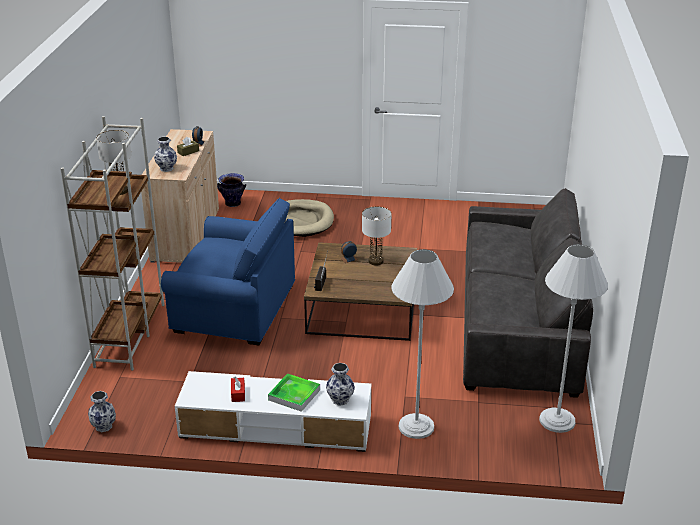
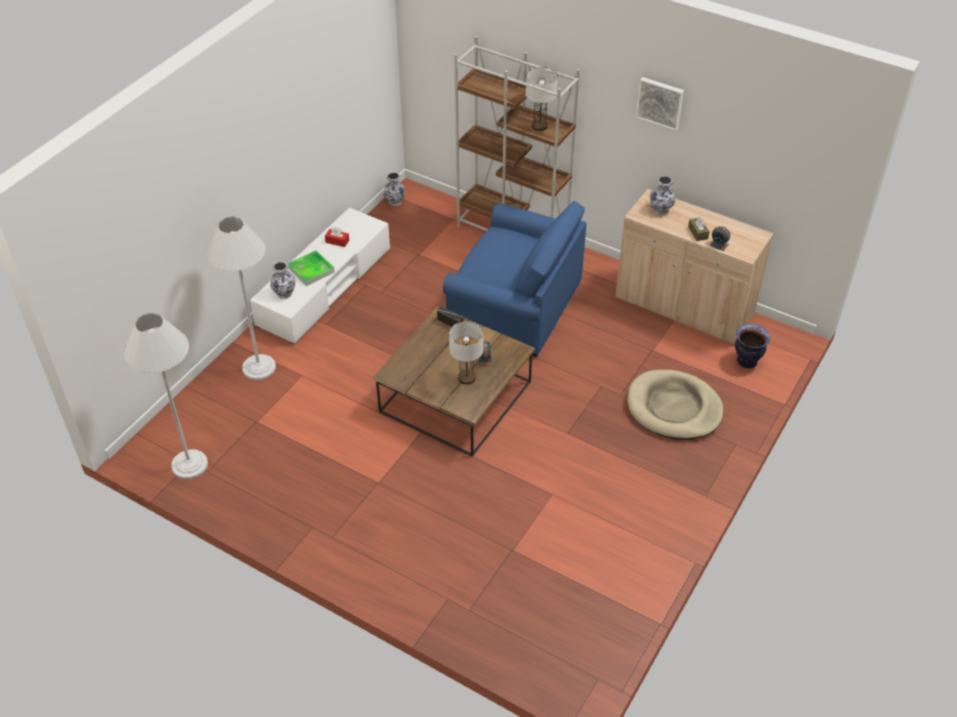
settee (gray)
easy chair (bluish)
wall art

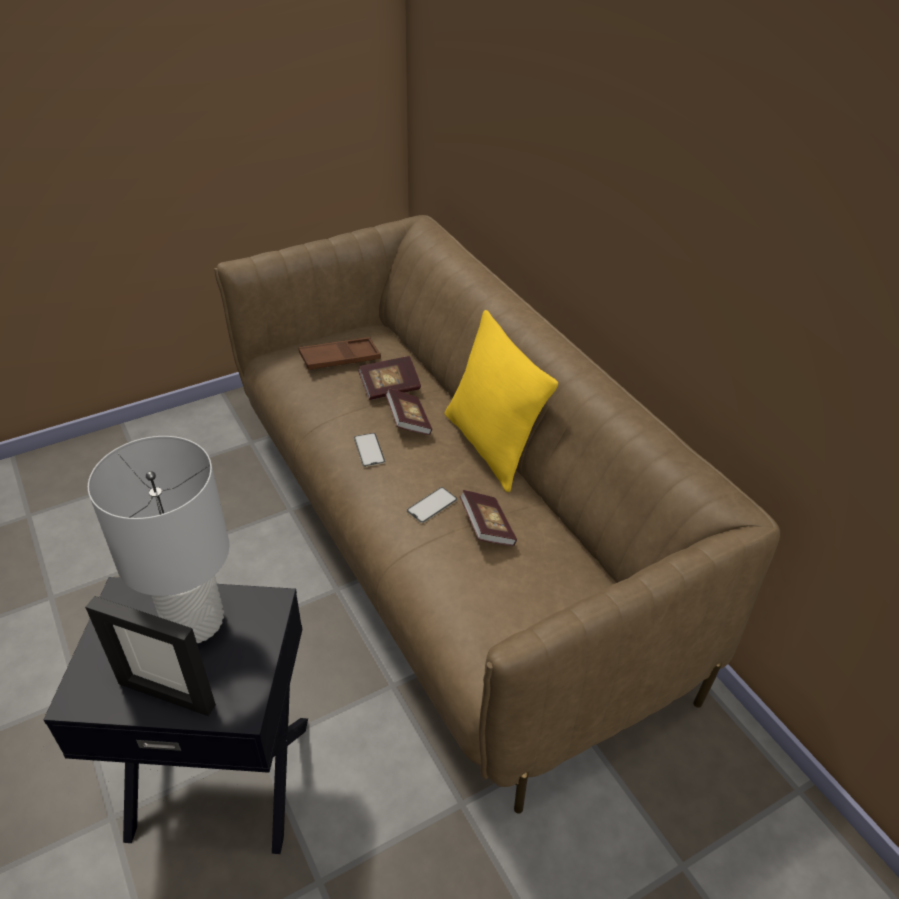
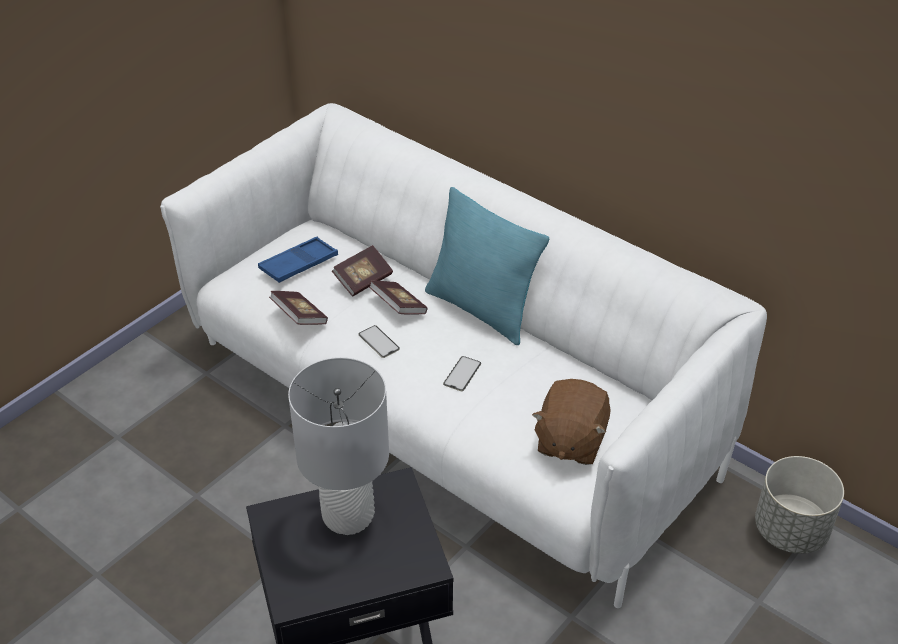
settee (whitish)
cushion (turquoise-coloured)
serving tray (bluish)
bound book (no. 1 from left)
picture frame
plush toy (brown)
plant pot (gray)

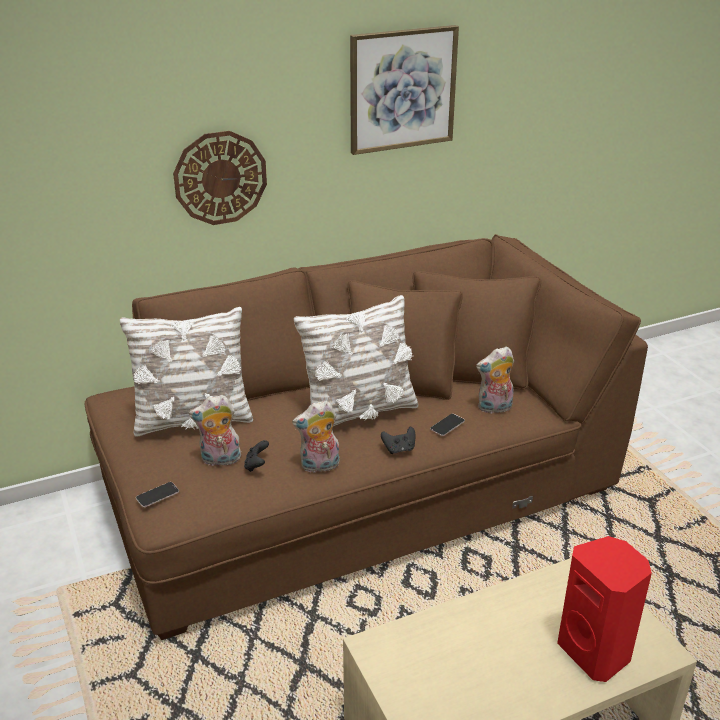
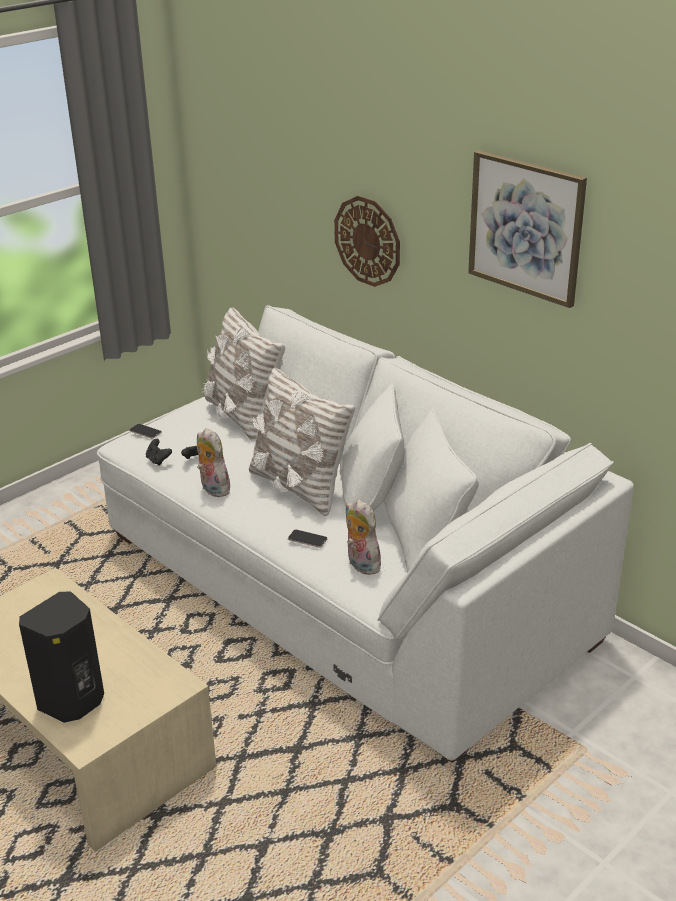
settee (whitish)
plush toy (no. 1 from left in the first image)
joypad (black) (no. 1 from left)
loudspeaker (black)

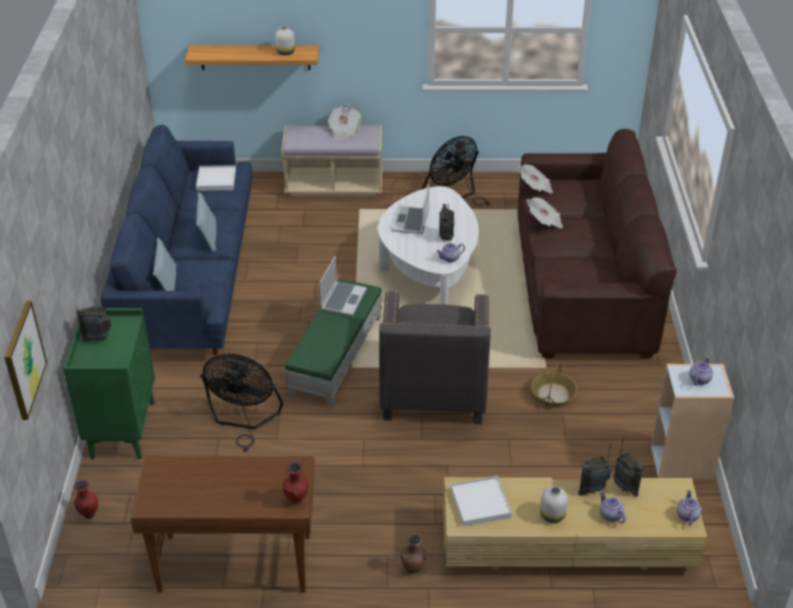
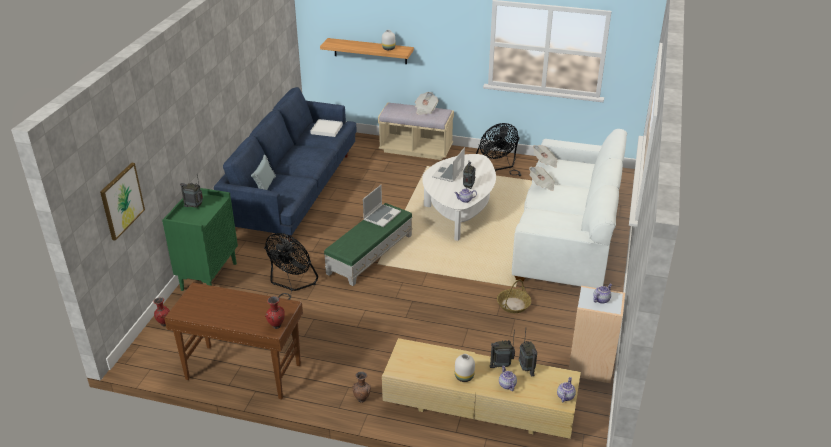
settee (whitish)
cushion (bluish) (no. 2 from left in the first image)
easy chair (gray)
serving tray (whitish) (no. 2 from left in the first image)

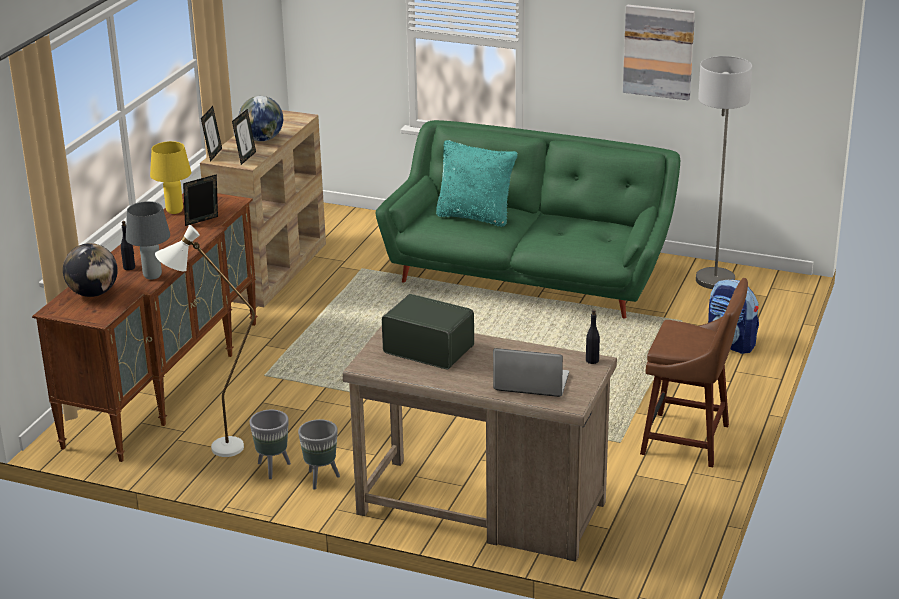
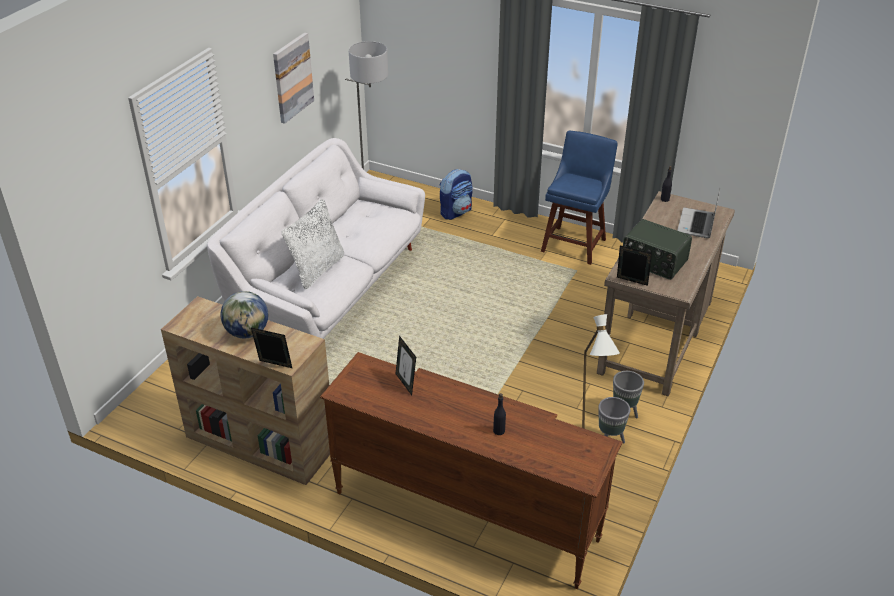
picture frame (no. 3 from left)
settee (whitish)
cushion (whitish)
tabletop lamp (yellowish)
tabletop lamp (gray)
world globe (no. 1 from left in the first image)
upright chair (bluish)
radio

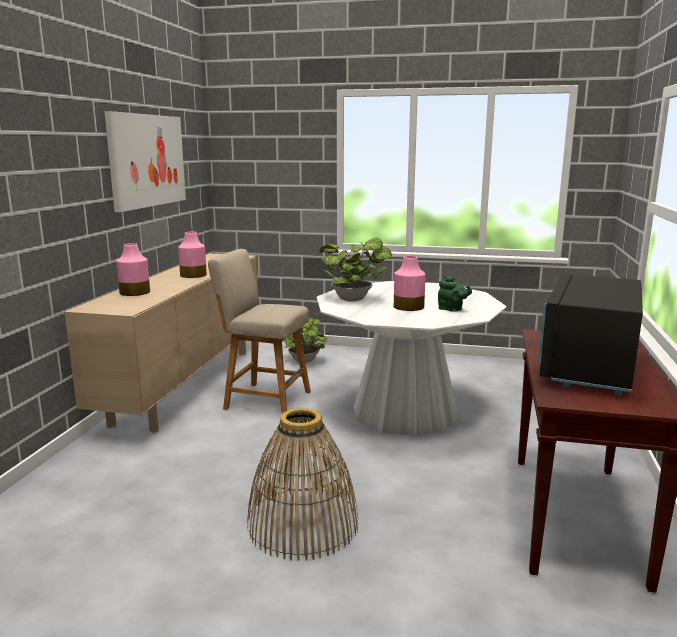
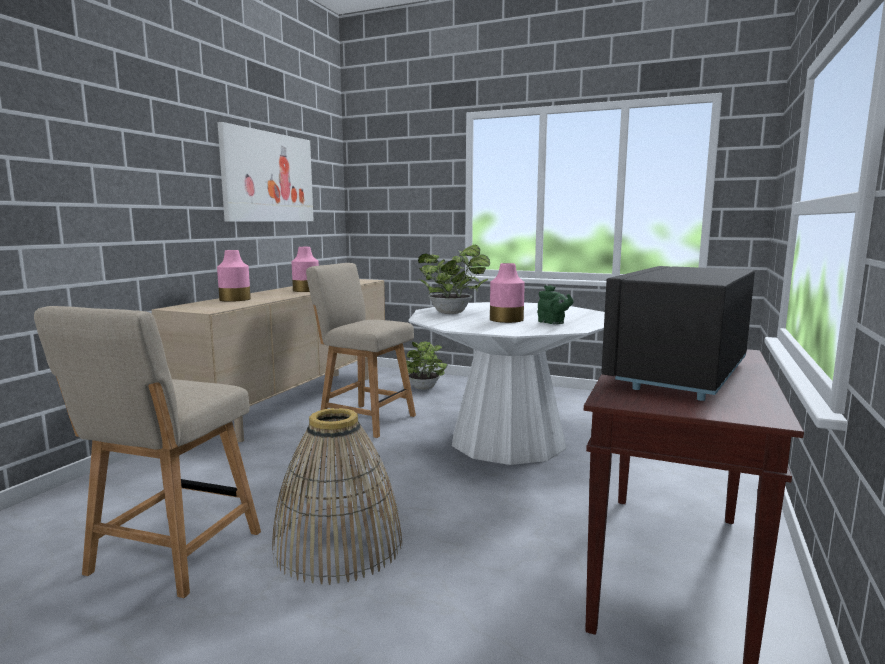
upright chair (beige-coloured) (no. 1 from left)

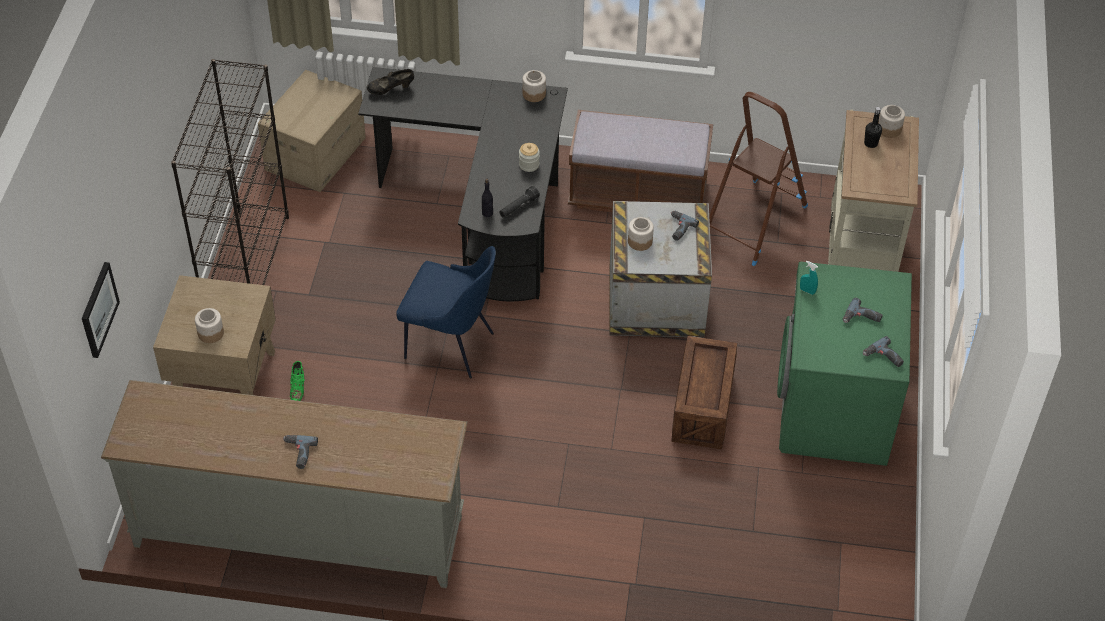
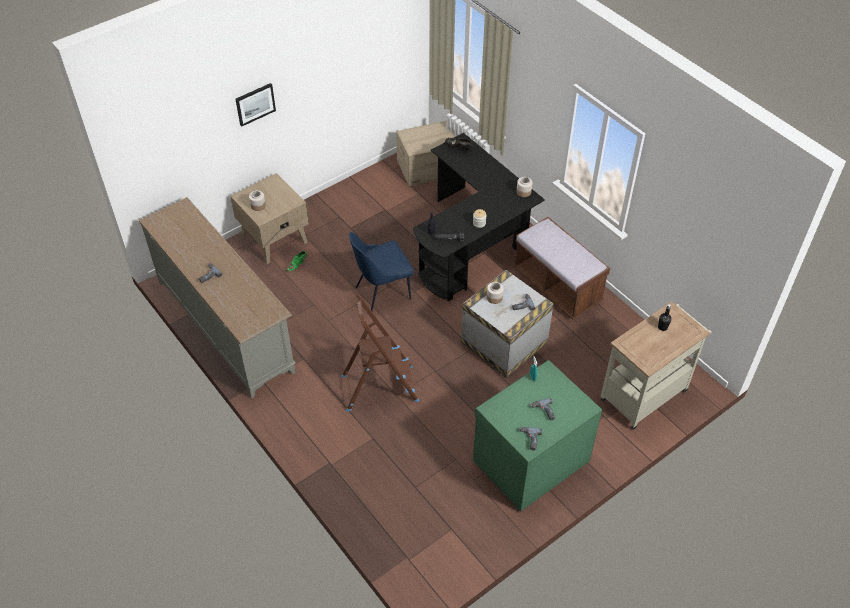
shelving unit (black)
step stool (brown)
jar (no. 5 from left in the first image)
upright chair (bluish)
wall art
shipping crate (no. 2 from left in the first image)

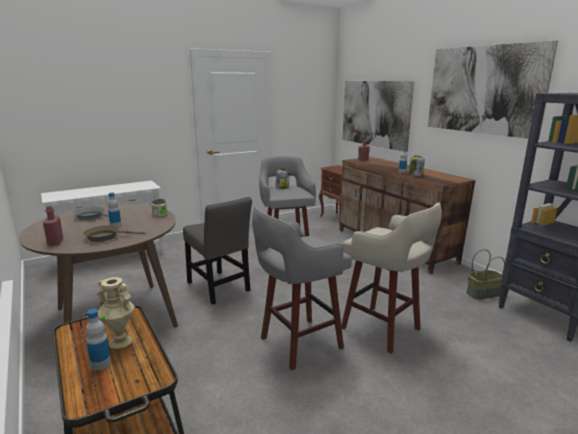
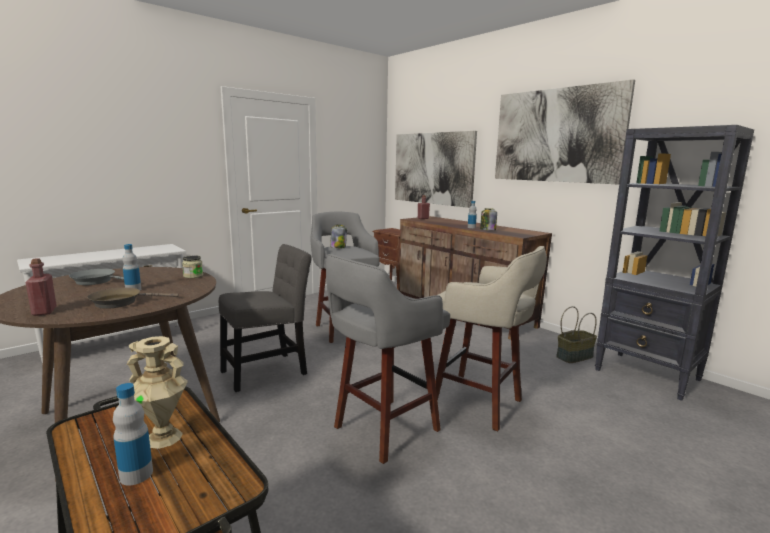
upright chair (gray)

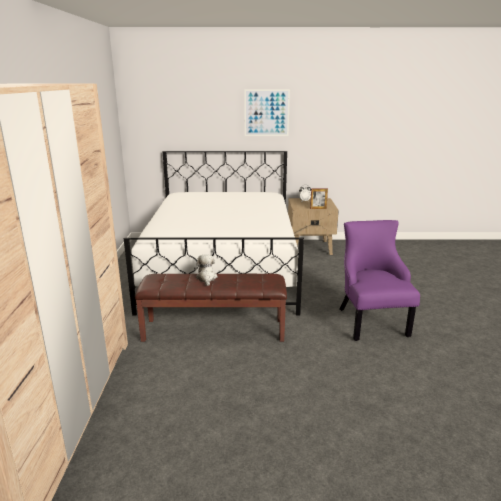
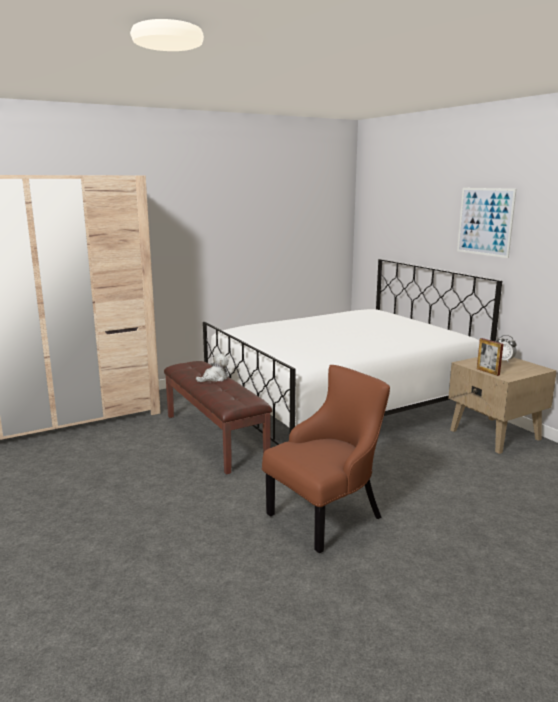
upright chair (brown)

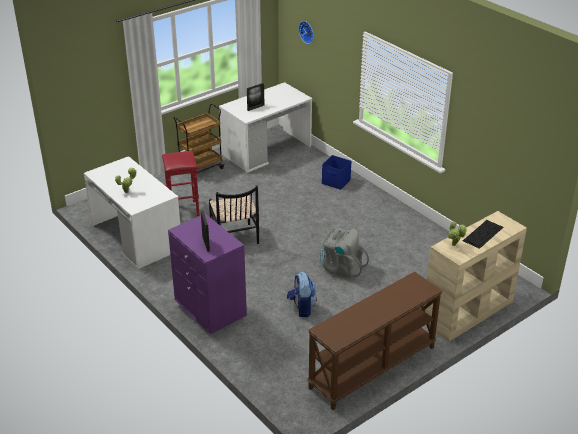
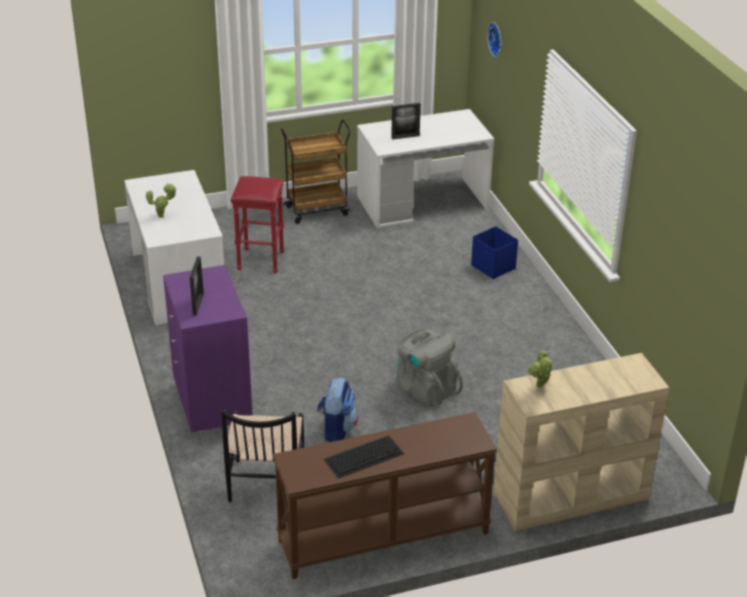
upright chair (black)
keyboard

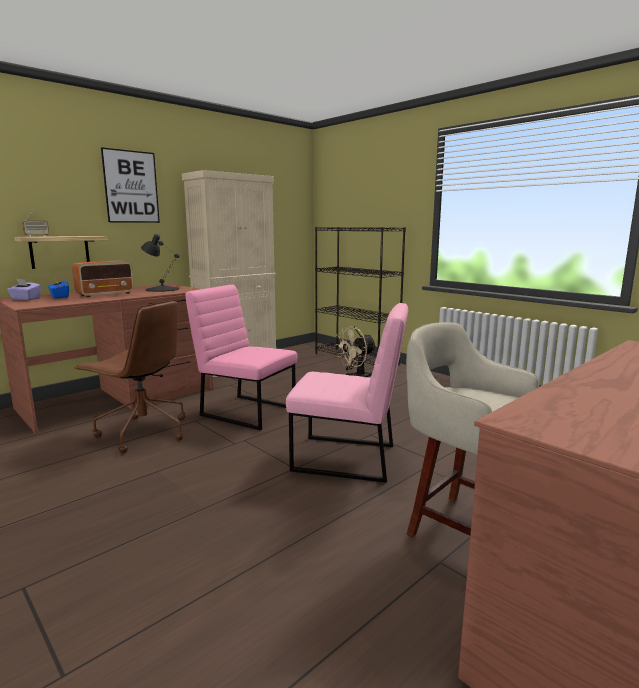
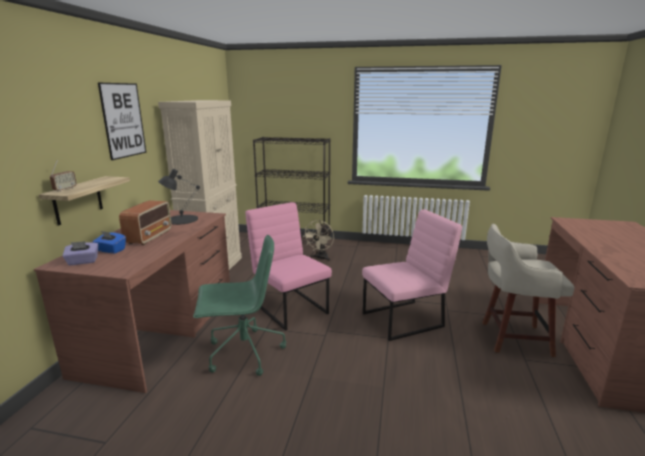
upright chair (pinkish) (no. 1 from left)
desk chair (greenish)

